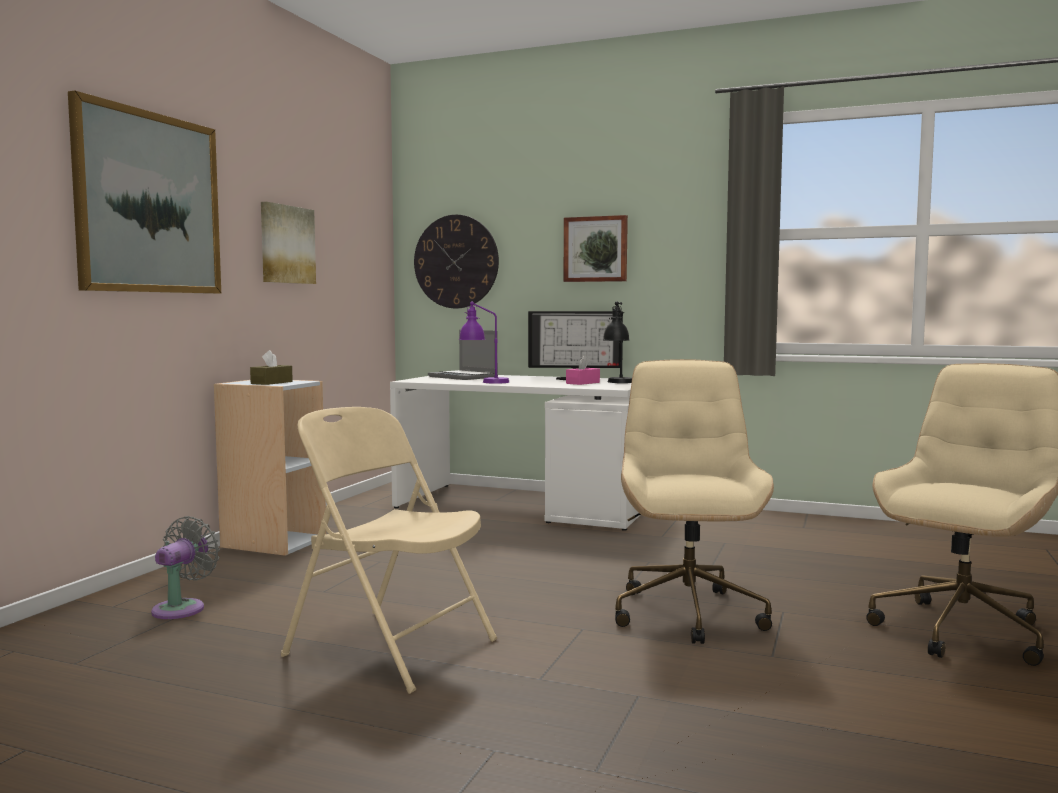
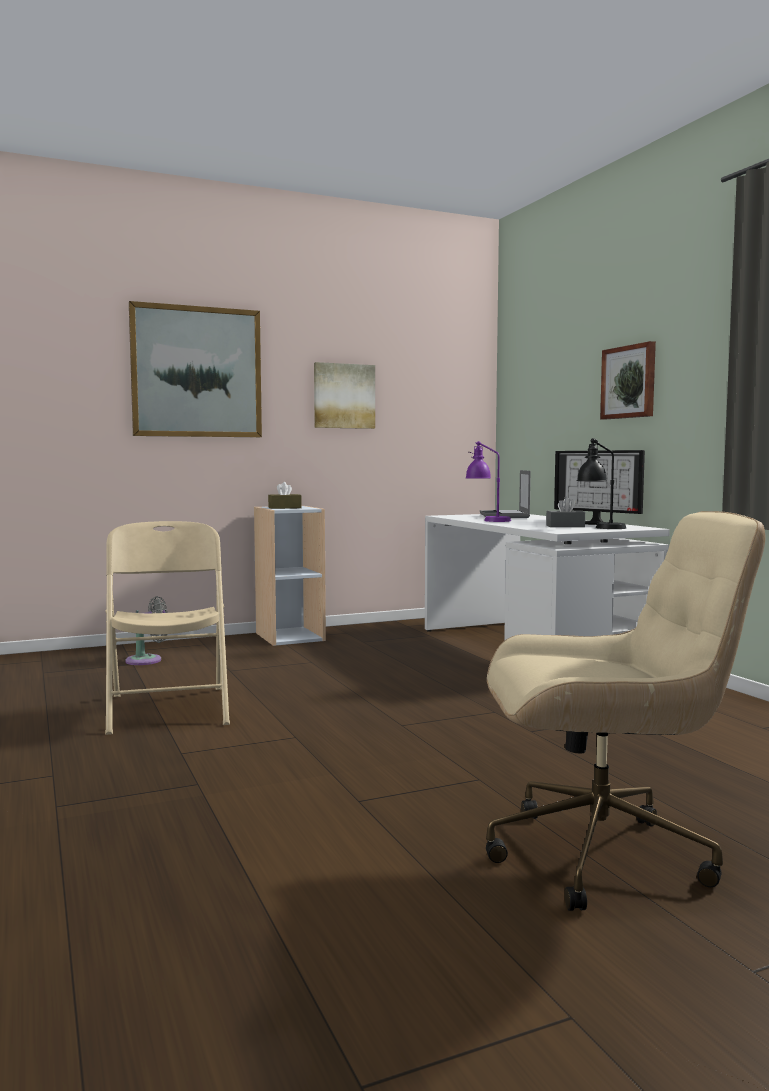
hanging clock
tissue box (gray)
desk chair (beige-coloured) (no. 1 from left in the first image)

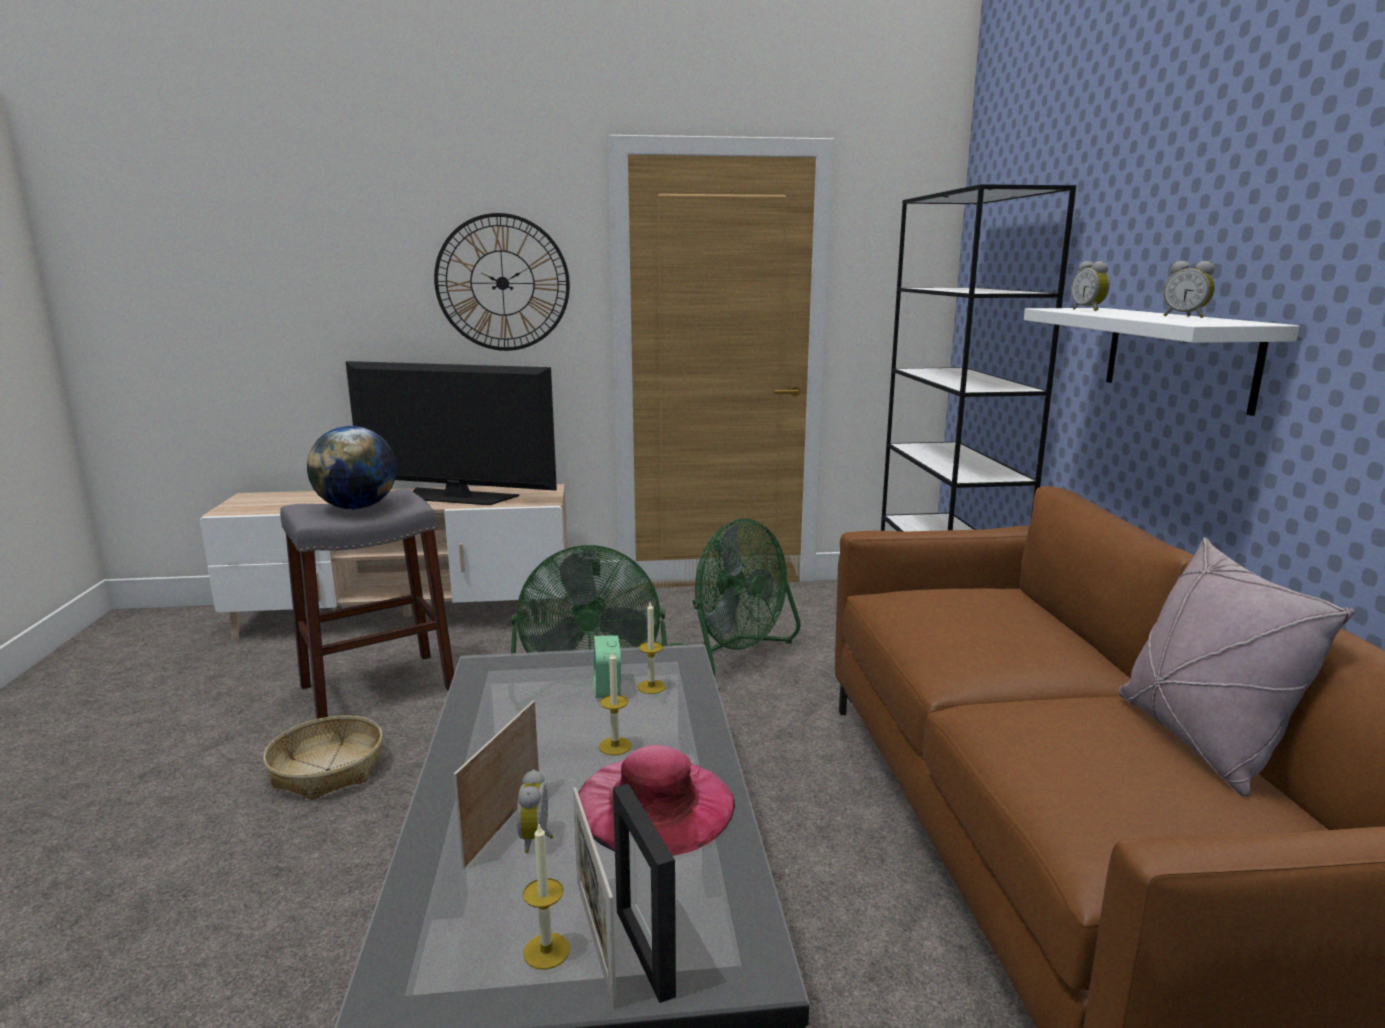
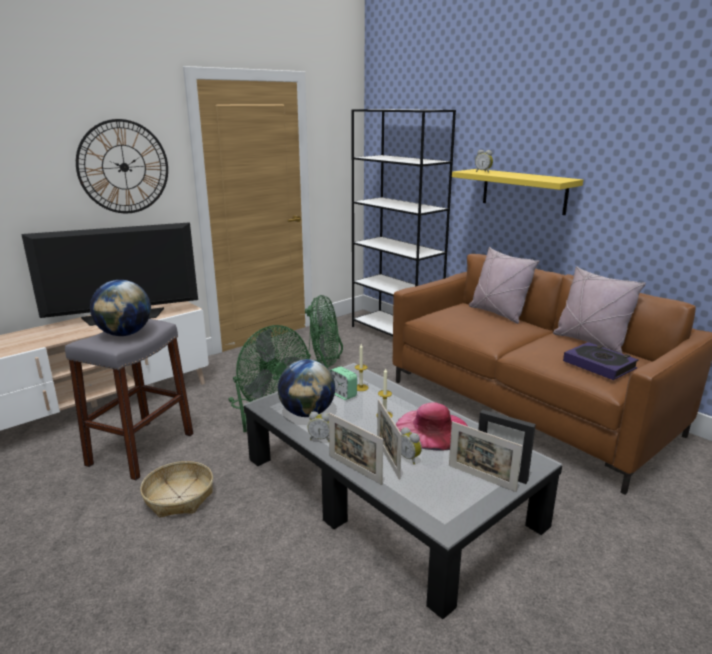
table clock (no. 1 from left)
bracket shelf (yellowish)
candle (no. 1 from left in the first image)
cushion (purple) (no. 1 from left)
bound book
world globe (no. 2 from left)
picture frame (no. 1 from left)

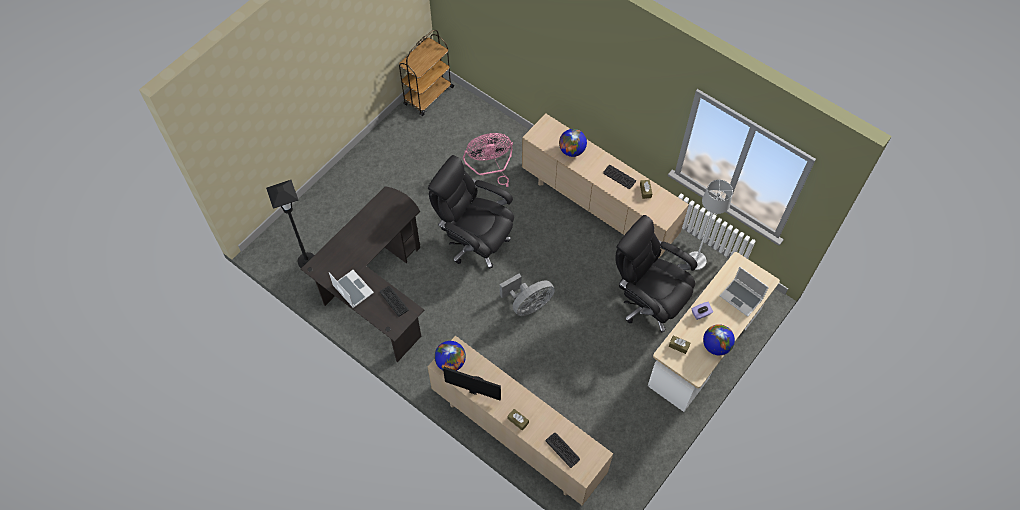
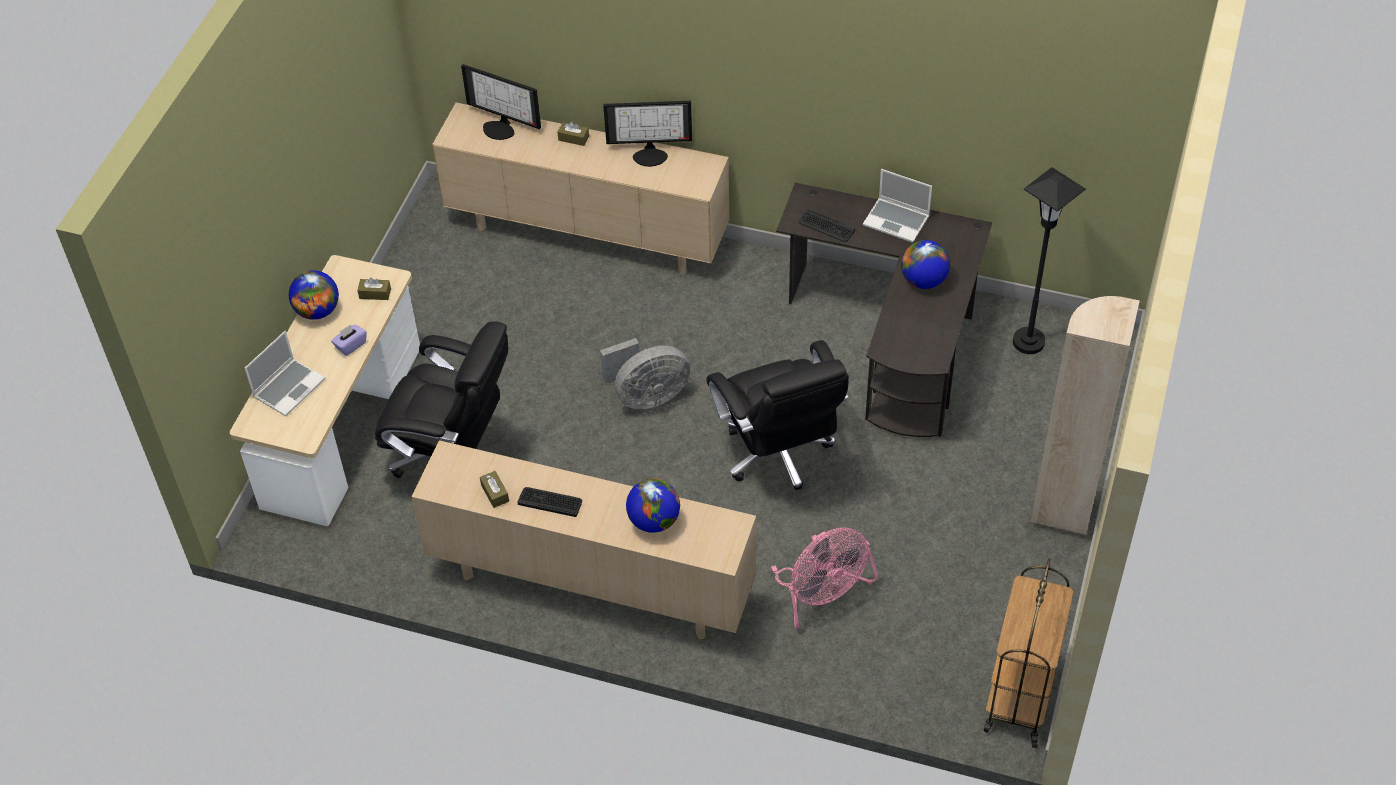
desk chair (black) (no. 2 from left)
standard lamp (whitish)
portable computer (no. 1 from left)
fan (gray)
world globe (no. 3 from left)
computer screen (no. 1 from left)
shelving unit (beige-coloured)

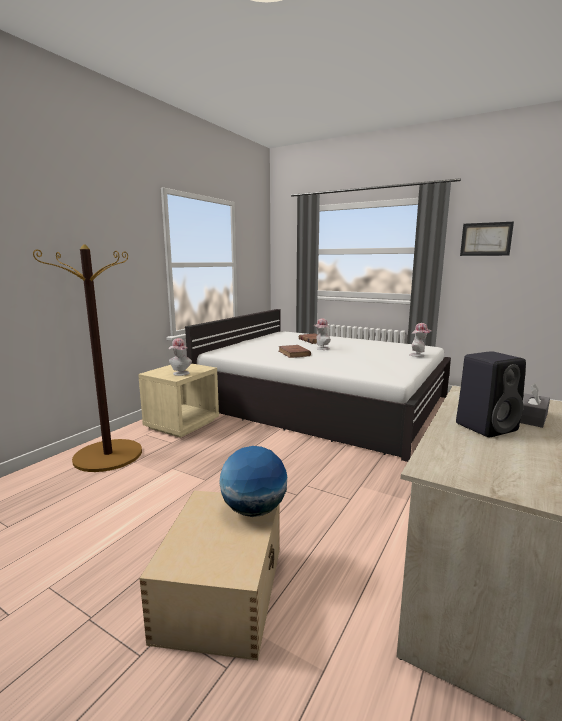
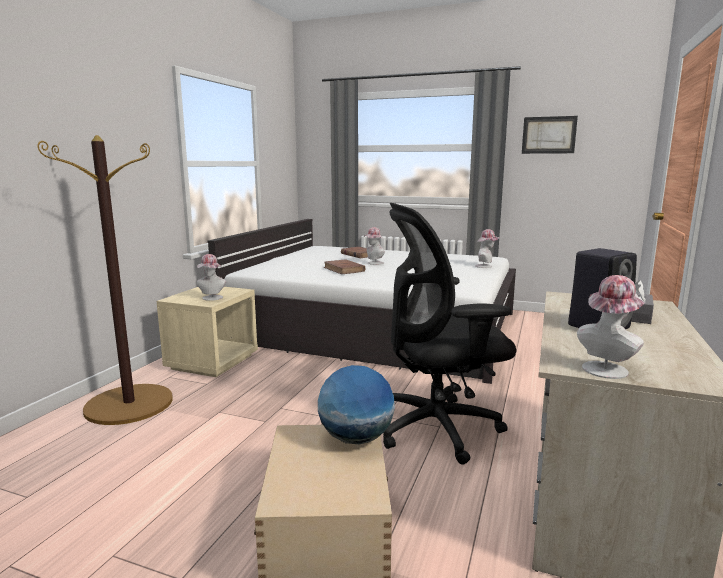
desk chair (black)
hat (no. 4 from left)

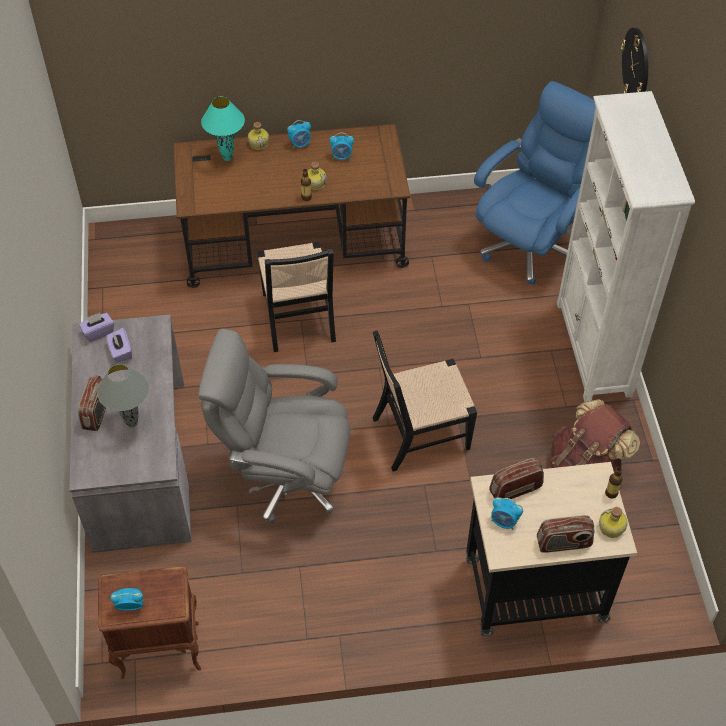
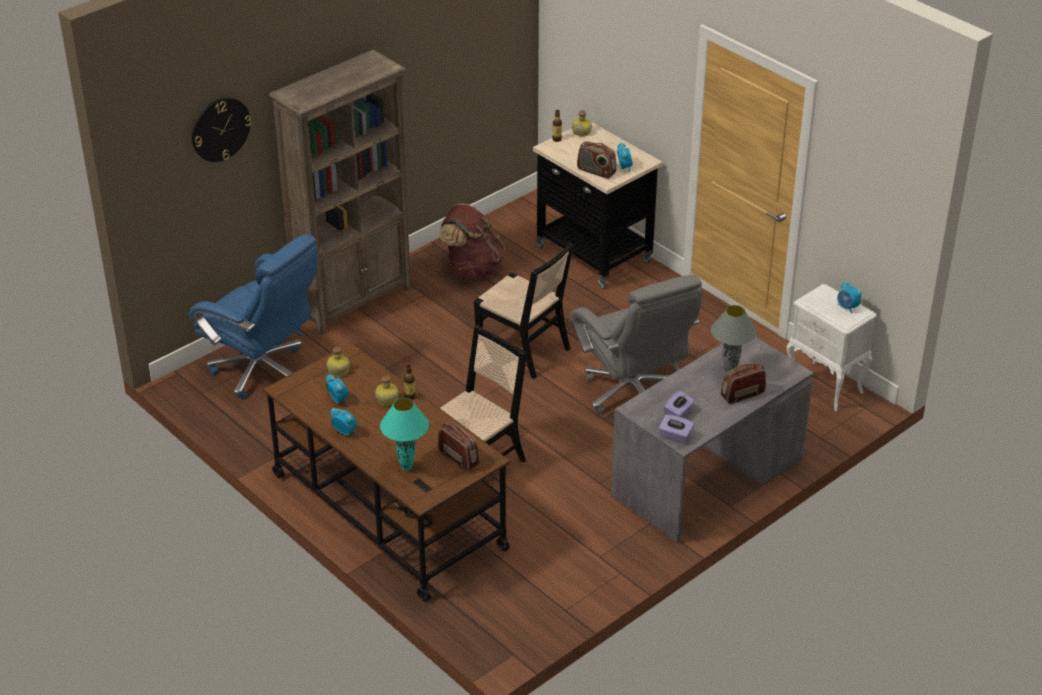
desk chair (bluish)
shelving unit (brown)
bottle (no. 1 from left)
radio (no. 1 from left)
night table (whitish)

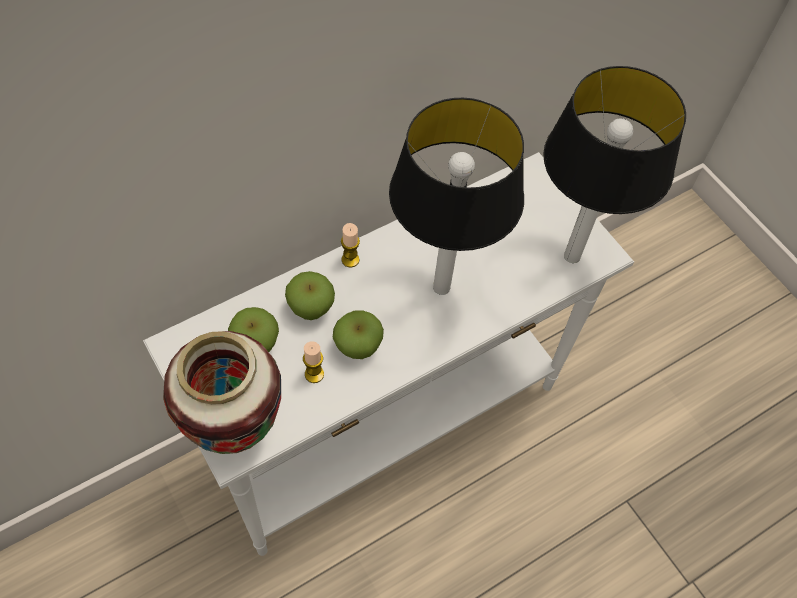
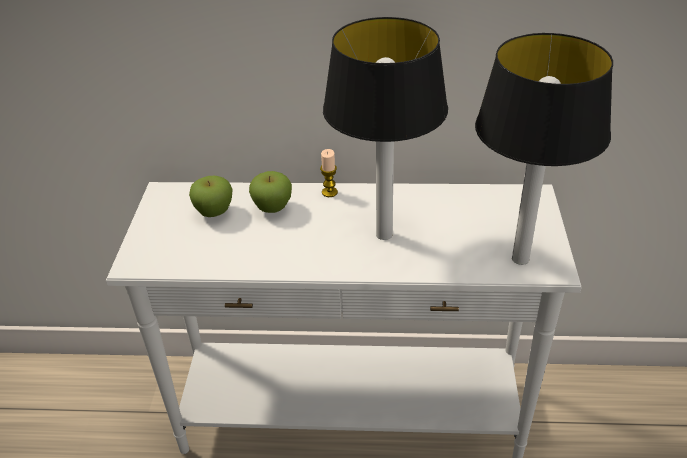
apple fruit (no. 3 from left in the first image)
vase
candle (no. 1 from left in the first image)

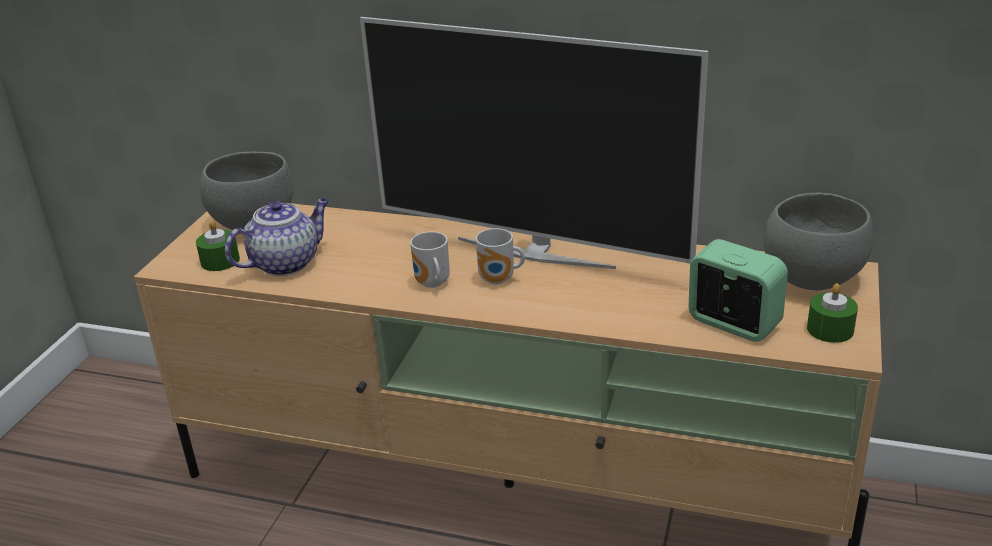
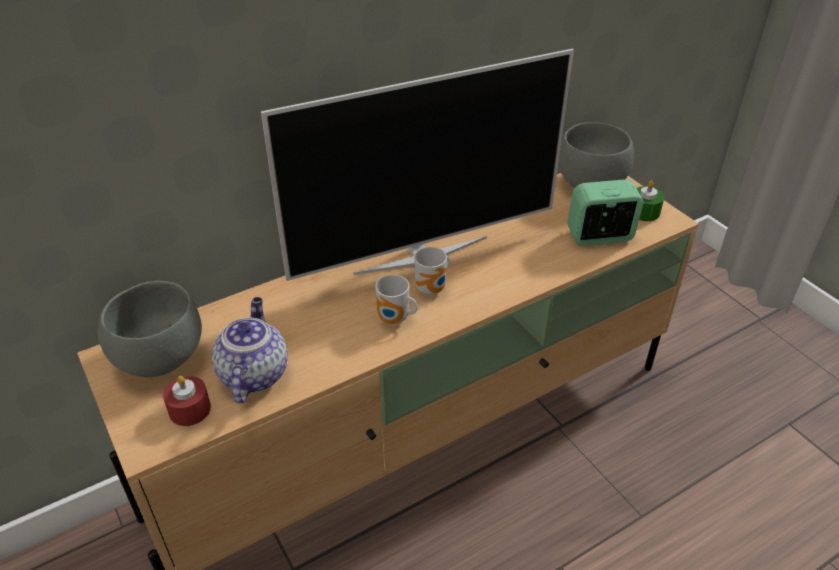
candle (red-coloured)

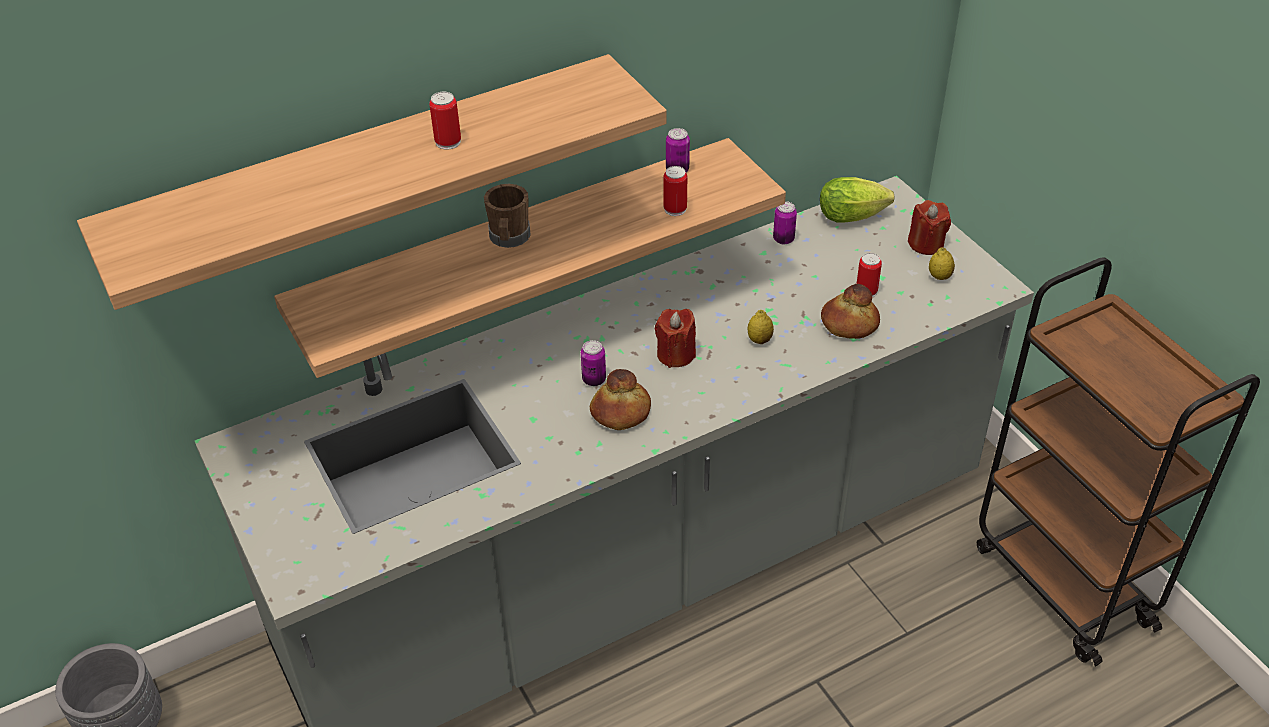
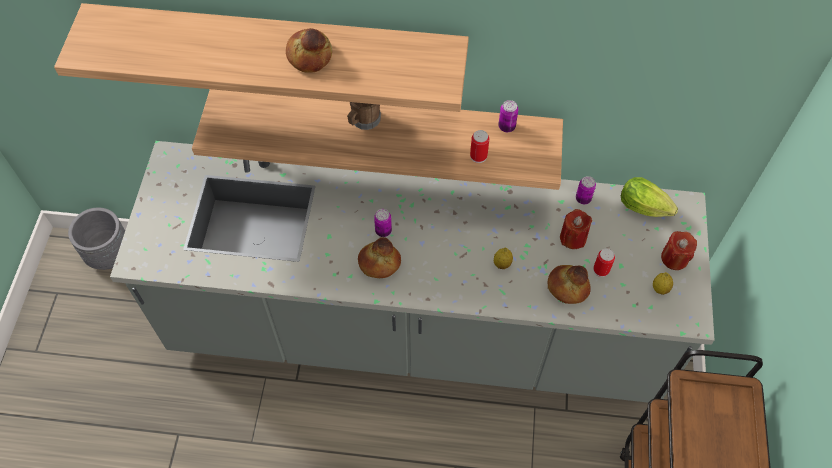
bread (no. 1 from left)
candle (red-coloured) (no. 1 from left)

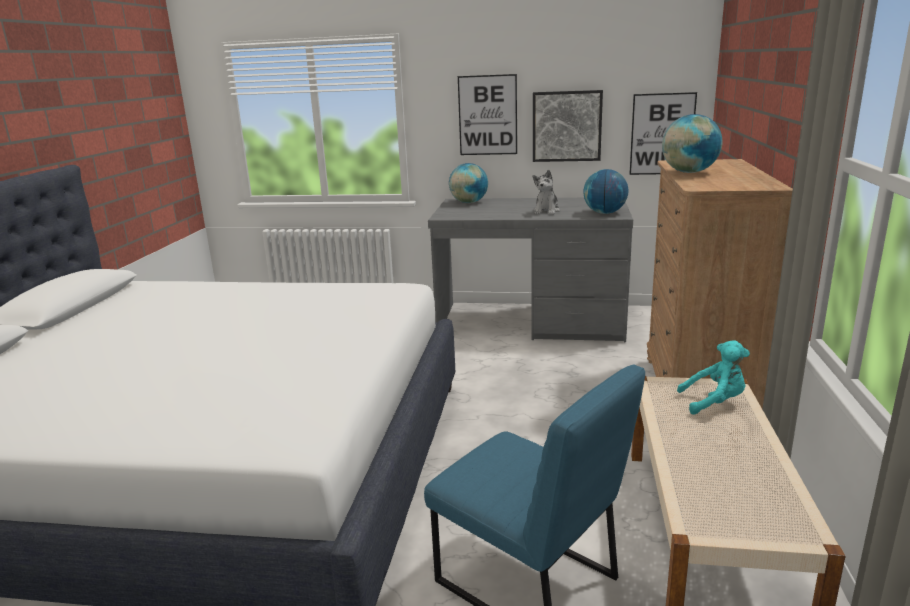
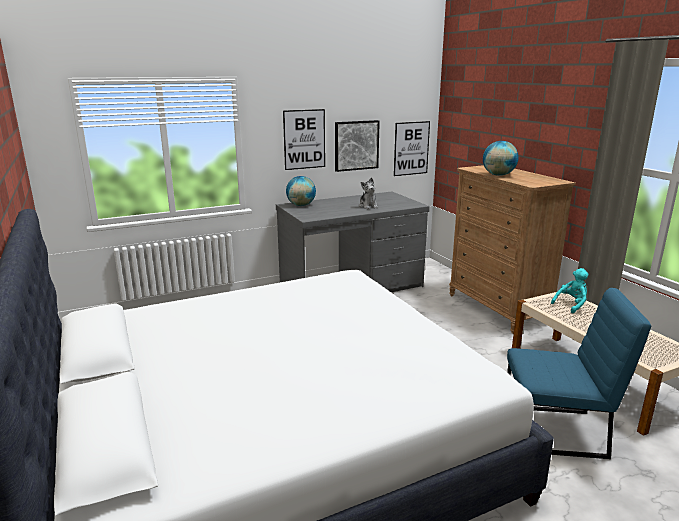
world globe (no. 2 from left in the first image)

